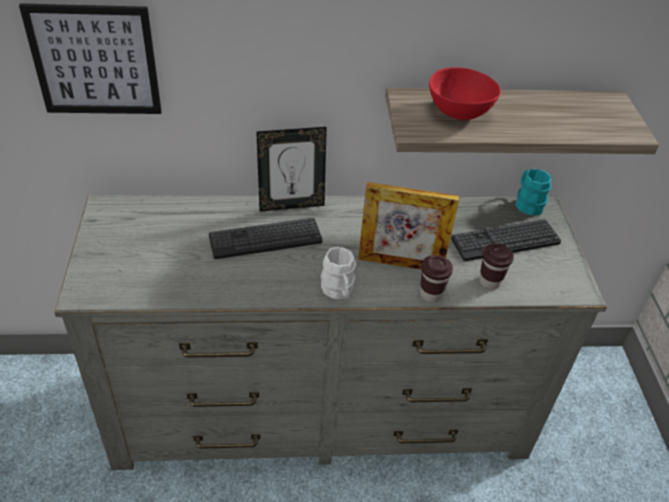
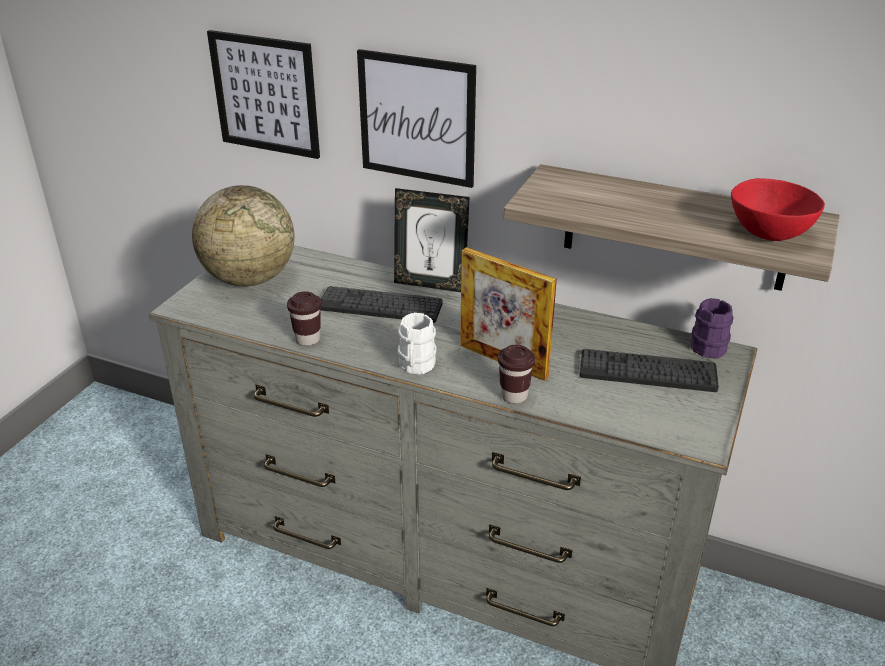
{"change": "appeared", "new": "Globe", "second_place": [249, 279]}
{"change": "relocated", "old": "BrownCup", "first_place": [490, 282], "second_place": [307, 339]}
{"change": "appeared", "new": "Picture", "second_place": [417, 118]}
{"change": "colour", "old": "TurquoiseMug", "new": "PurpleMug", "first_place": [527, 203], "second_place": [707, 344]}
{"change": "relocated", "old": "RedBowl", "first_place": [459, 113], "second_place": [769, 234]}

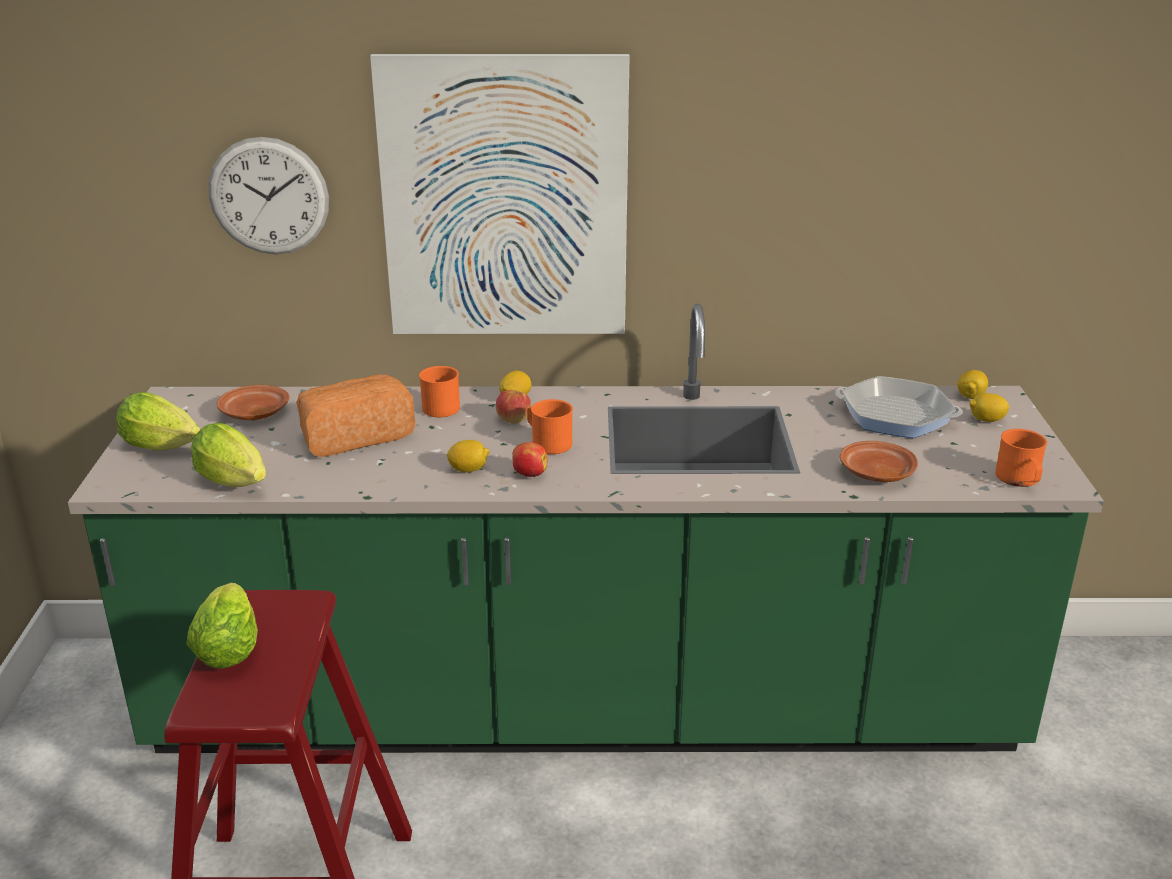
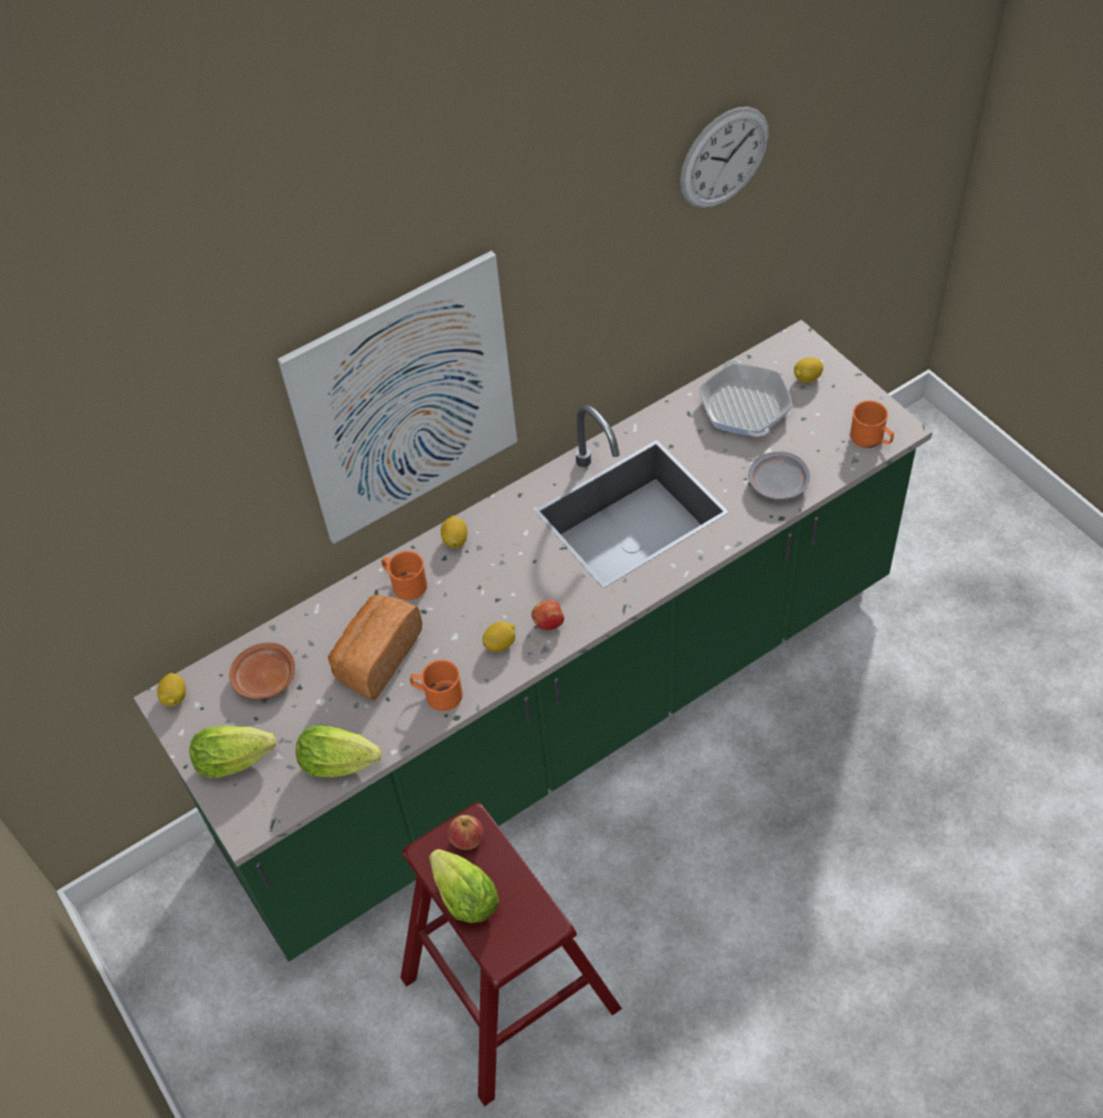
{"change": "relocated", "old": "Lemon", "first_place": [970, 396], "second_place": [175, 697]}
{"change": "relocated", "old": "OrangeMug", "first_place": [547, 442], "second_place": [438, 694]}
{"change": "relocated", "old": "Apple", "first_place": [513, 419], "second_place": [467, 839]}
{"change": "relocated", "old": "WallClock", "first_place": [269, 196], "second_place": [724, 158]}
{"change": "spun", "old": "FryingPan", "first_place": [895, 416], "second_place": [744, 406], "degrees": -90}
{"change": "colour", "old": "BrownPlate", "new": "GreyPlate", "first_place": [876, 473], "second_place": [778, 484]}

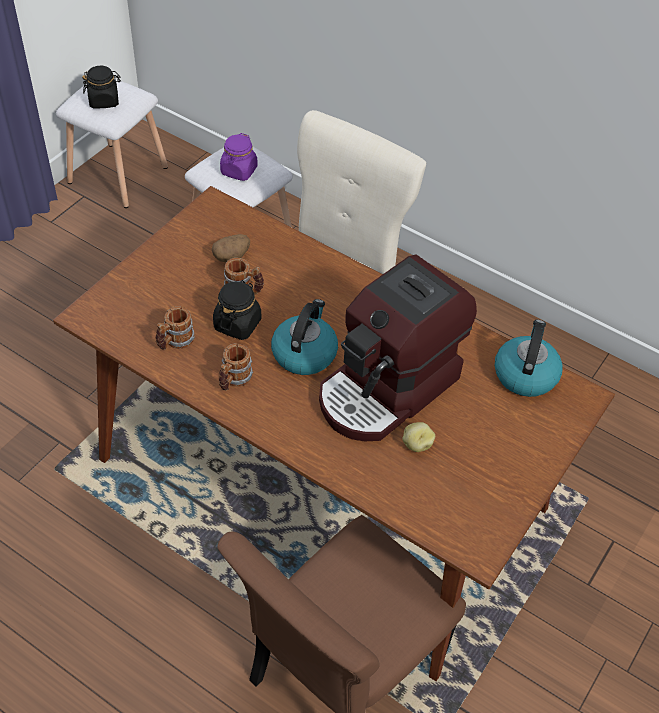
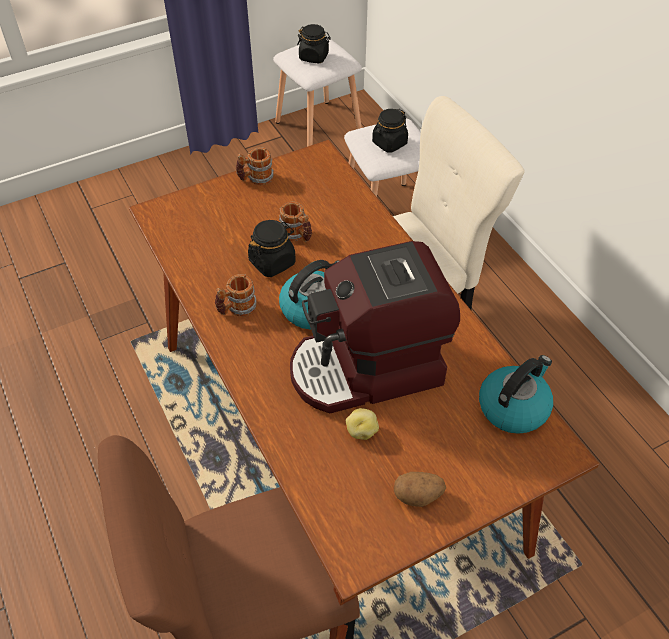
{"change": "relocated", "old": "Mug", "first_place": [175, 342], "second_place": [255, 179]}
{"change": "colour", "old": "PurpleJar", "new": "BlackJar", "first_place": [239, 171], "second_place": [389, 143]}
{"change": "relocated", "old": "Potato", "first_place": [231, 256], "second_place": [418, 495]}

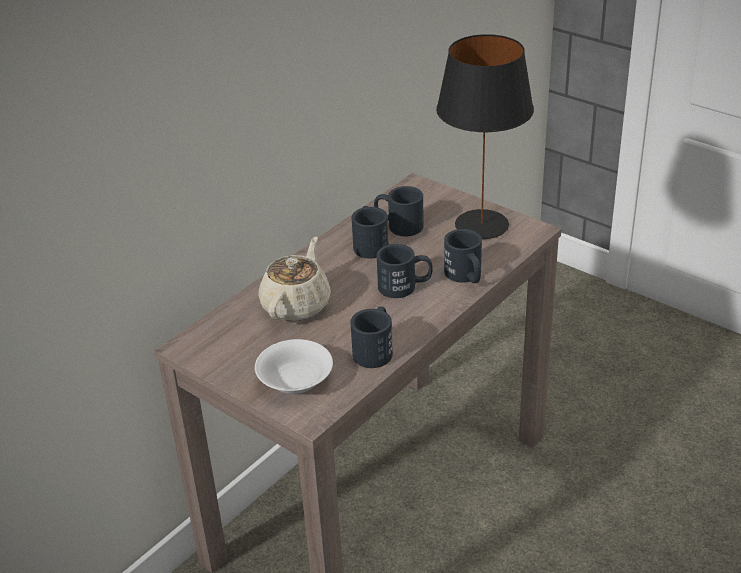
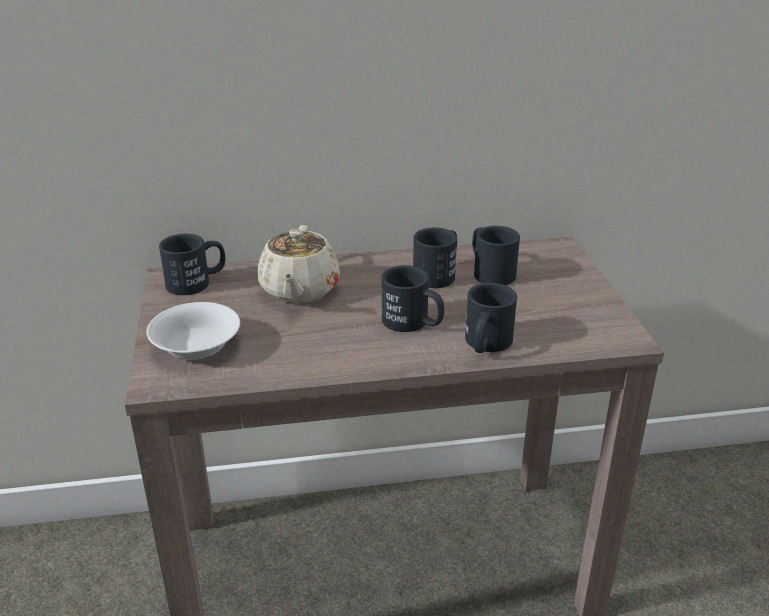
{"change": "relocated", "old": "BlackMug", "first_place": [375, 349], "second_place": [197, 282]}
{"change": "spun", "old": "BeigeTeapot", "first_place": [297, 305], "second_place": [299, 290], "degrees": 120}
{"change": "missing", "old": "BlackTableLamp", "first_place": [481, 224]}

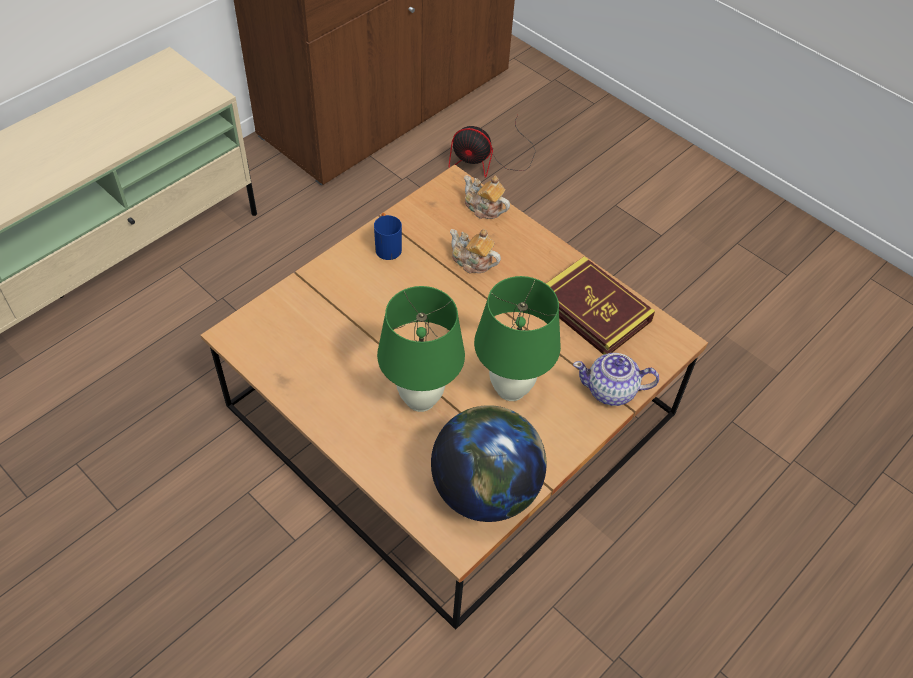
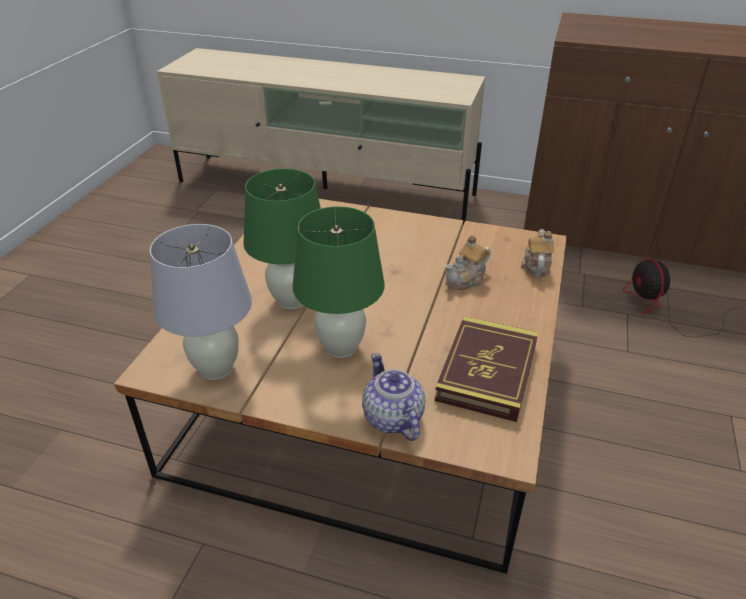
{"change": "exchanged", "old": "Globe", "new": "WhiteTableLamp", "first_place": [485, 490], "second_place": [216, 368]}
{"change": "spun", "old": "Teapot", "first_place": [472, 262], "second_place": [467, 279], "degrees": -135}
{"change": "missing", "old": "BlueMug", "first_place": [387, 246]}

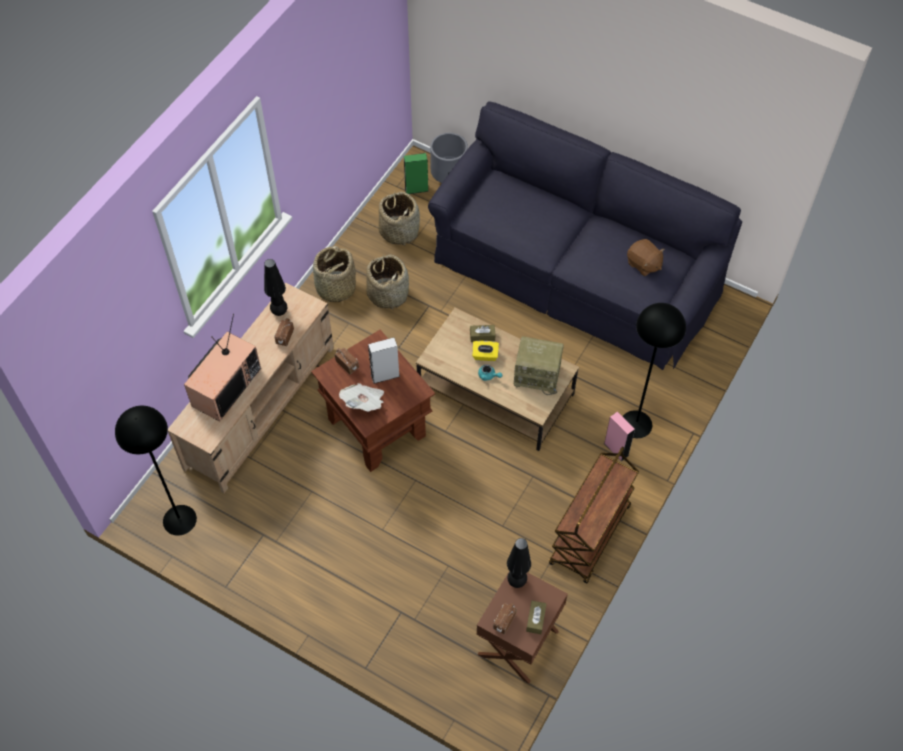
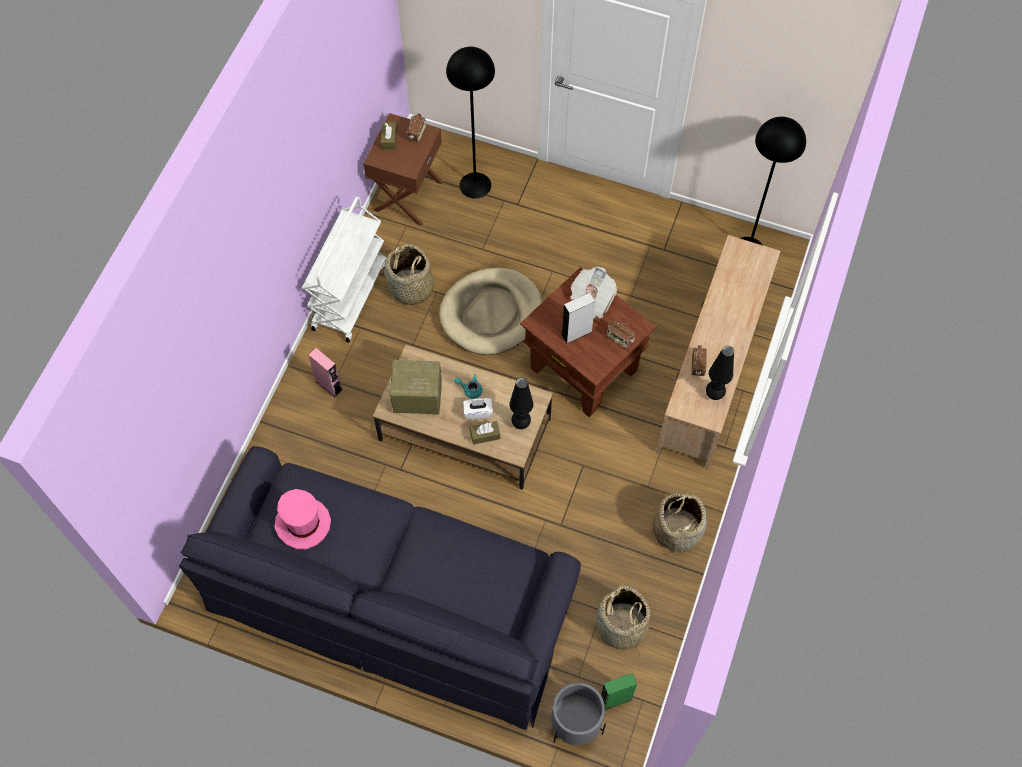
{"change": "exchanged", "old": "BrownPlushToy", "new": "PinkHat", "first_place": [643, 264], "second_place": [303, 524]}
{"change": "colour", "old": "BrownCart", "new": "WhiteCart", "first_place": [590, 536], "second_place": [350, 295]}
{"change": "relocated", "old": "Basket", "first_place": [388, 294], "second_place": [411, 288]}
{"change": "appeared", "new": "BeigeDogBed", "second_place": [491, 313]}
{"change": "relocated", "old": "BlackFloorLamp", "first_place": [636, 423], "second_place": [475, 185]}
{"change": "colour", "old": "YellowTissueBox", "new": "WhiteTissueBox", "first_place": [485, 355], "second_place": [478, 412]}
{"change": "relocated", "old": "BlackTableLamp", "first_place": [517, 582], "second_place": [521, 423]}
{"change": "missing", "old": "Television", "first_place": [226, 386]}

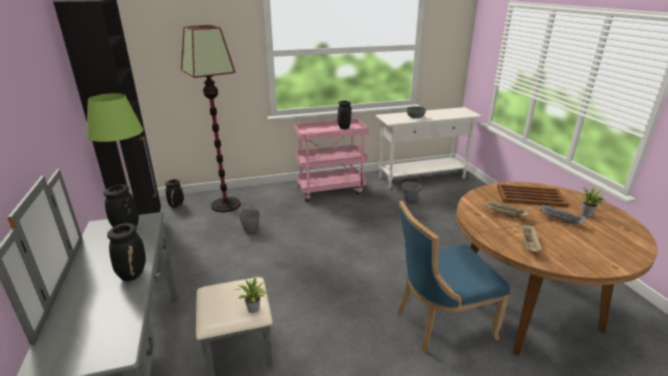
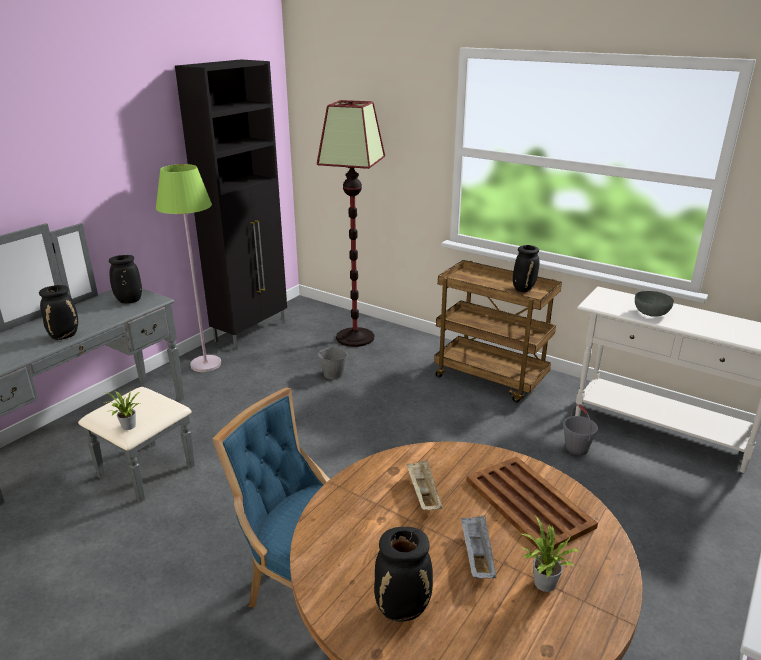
{"change": "relocated", "old": "BlackVase", "first_place": [177, 205], "second_place": [403, 609]}
{"change": "colour", "old": "PinkCart", "new": "BrownCart", "first_place": [331, 190], "second_place": [491, 378]}
{"change": "missing", "old": "BeigeTray", "first_place": [529, 245]}

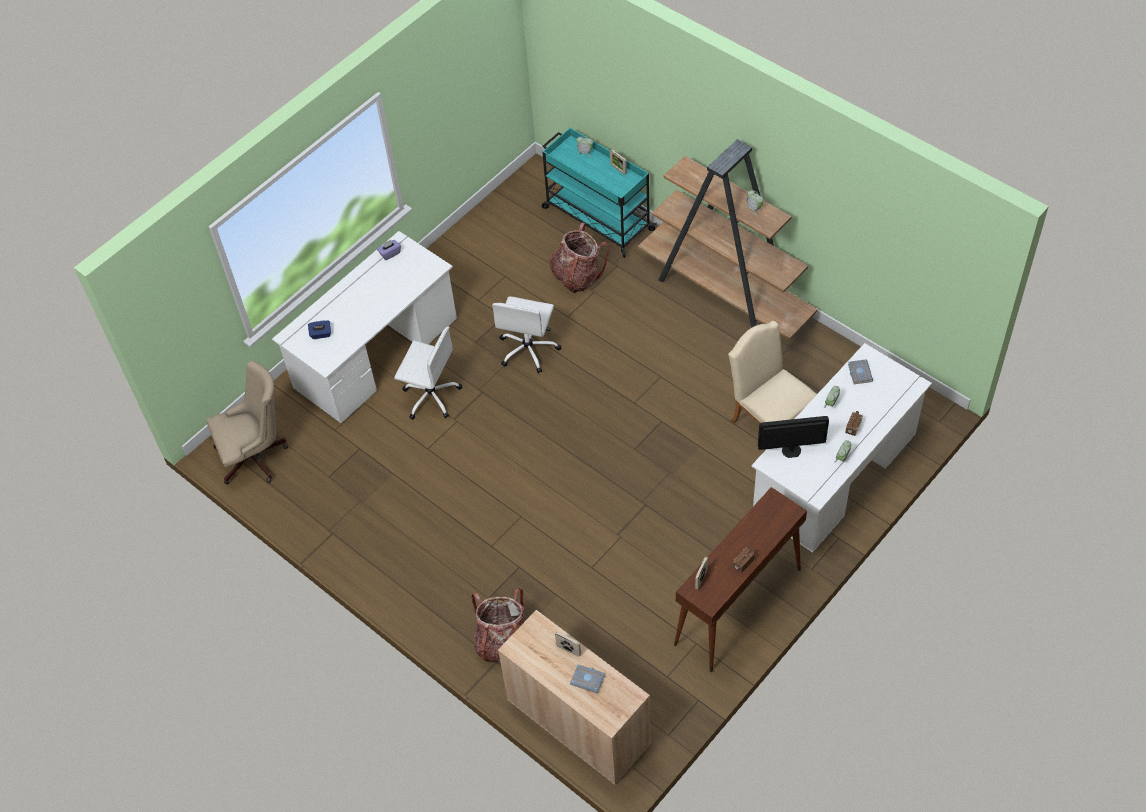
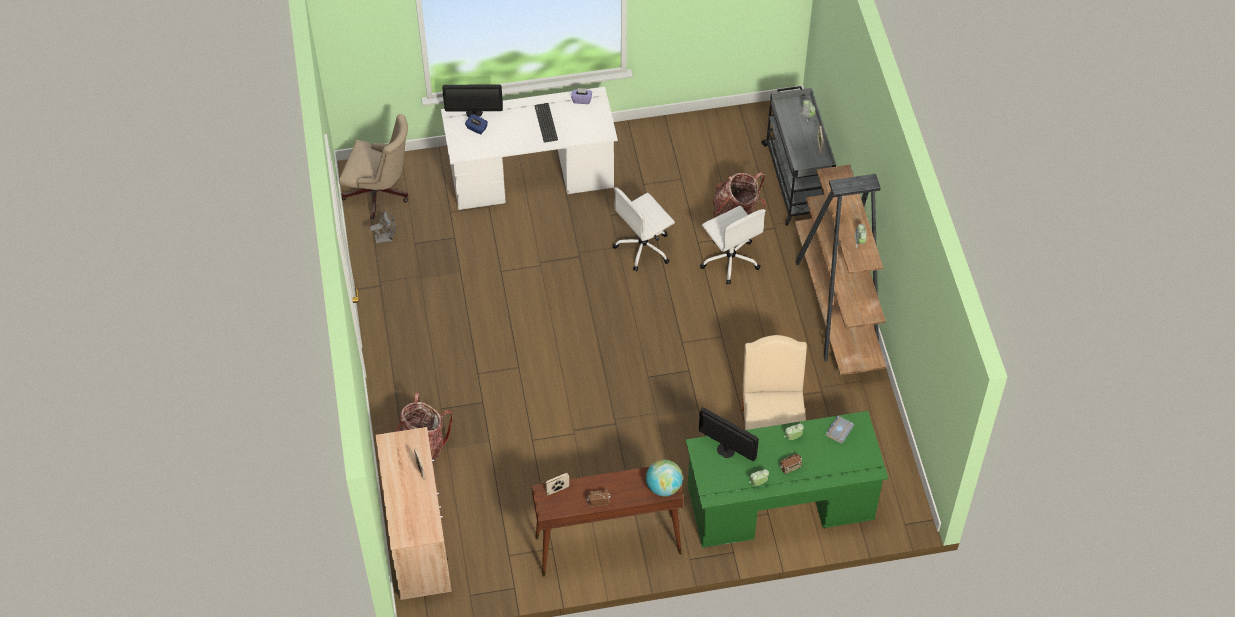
{"change": "appeared", "new": "GreyFan", "second_place": [386, 238]}
{"change": "appeared", "new": "Monitor", "second_place": [474, 112]}
{"change": "appeared", "new": "Keyboard", "second_place": [546, 123]}
{"change": "appeared", "new": "Globe", "second_place": [663, 487]}
{"change": "colour", "old": "WhiteDesk", "new": "GreenDesk", "first_place": [835, 474], "second_place": [780, 504]}
{"change": "relocated", "old": "WhiteOfficeChair", "first_place": [430, 396], "second_place": [730, 260]}
{"change": "colour", "old": "TurquoiseCart", "new": "GreyCart", "first_place": [597, 218], "second_place": [796, 180]}
{"change": "missing", "old": "GreyBook", "first_place": [588, 679]}

